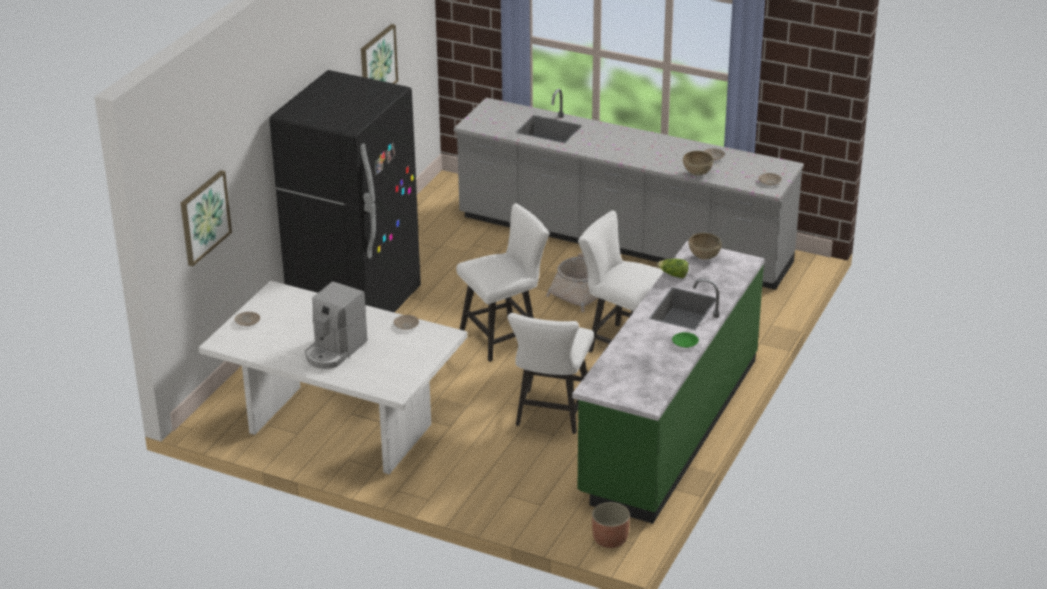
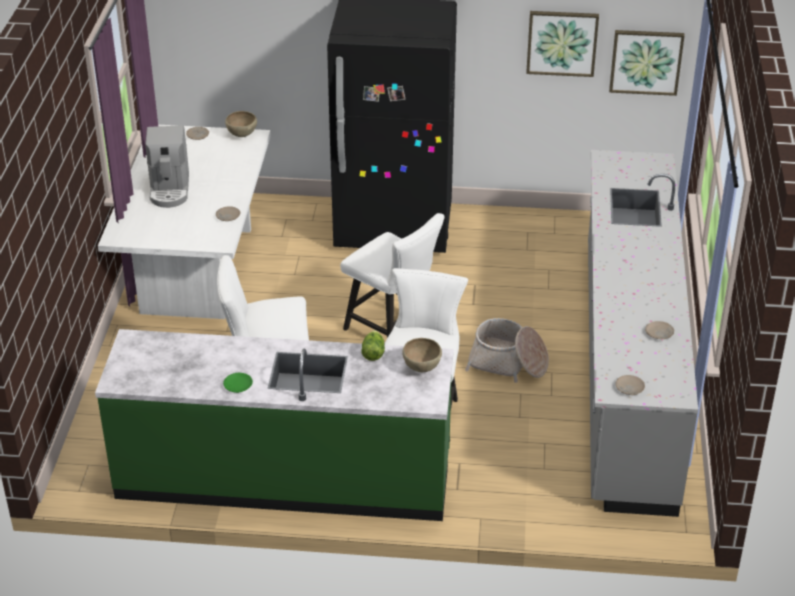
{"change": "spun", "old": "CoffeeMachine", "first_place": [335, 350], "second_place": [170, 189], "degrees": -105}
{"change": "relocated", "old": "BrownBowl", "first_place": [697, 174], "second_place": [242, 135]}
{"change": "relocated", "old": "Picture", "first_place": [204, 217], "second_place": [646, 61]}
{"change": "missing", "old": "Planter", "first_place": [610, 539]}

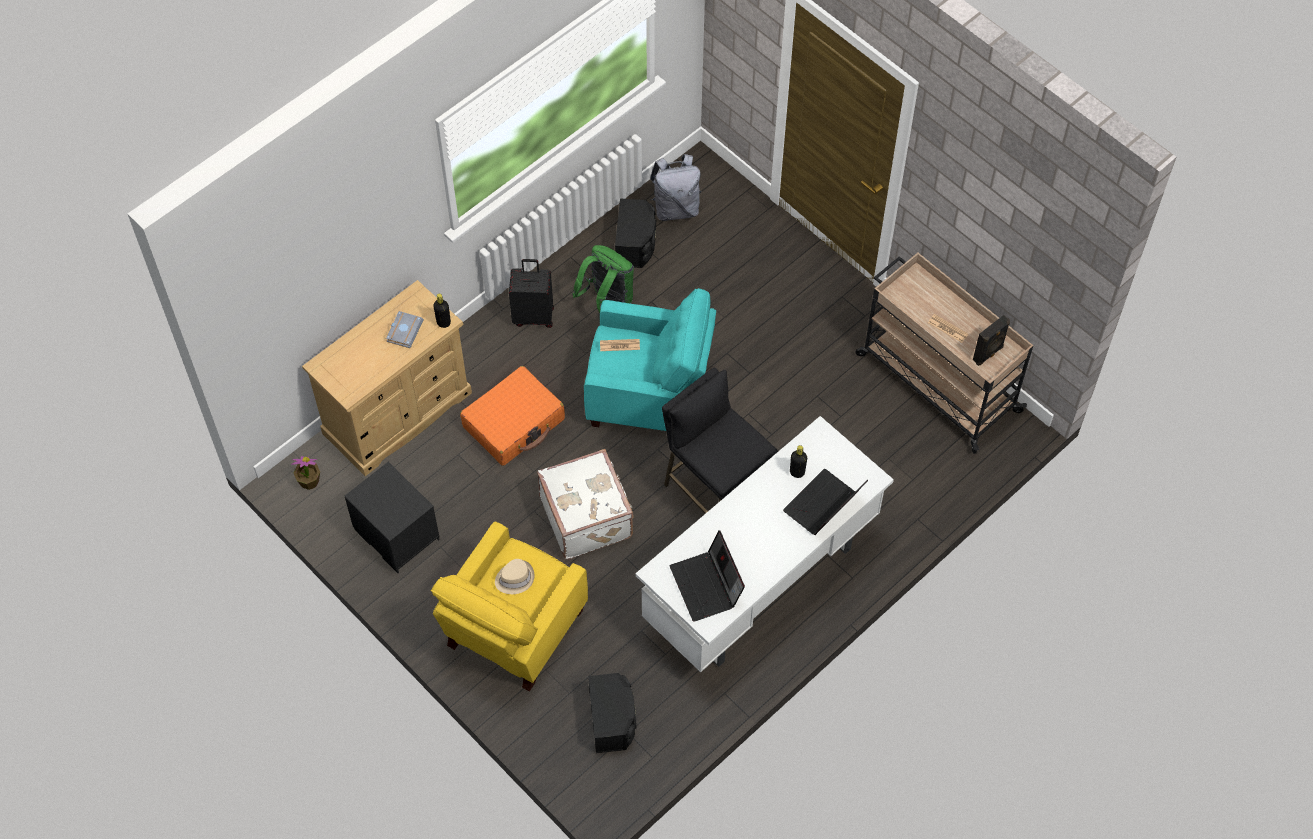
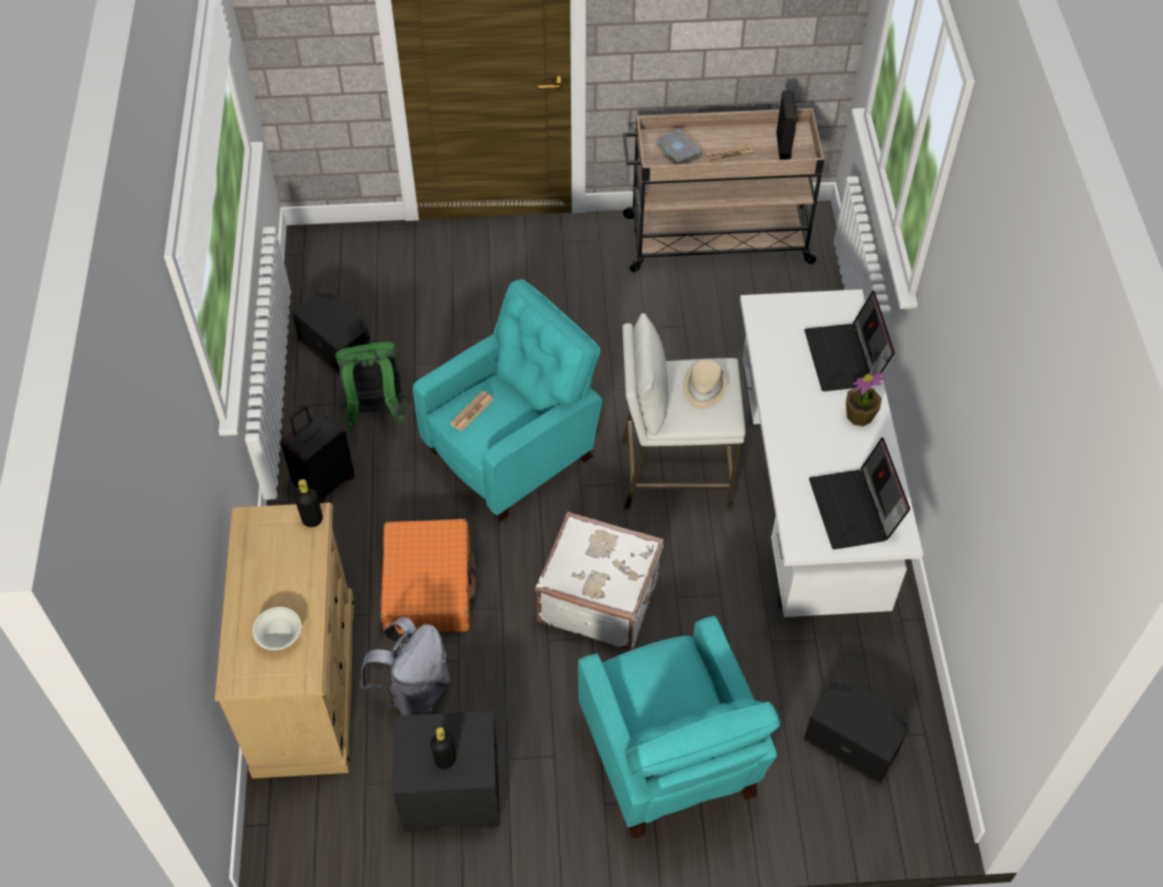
{"change": "appeared", "new": "WhiteBowl", "second_place": [280, 637]}
{"change": "relocated", "old": "GreyBackpack", "first_place": [676, 208], "second_place": [414, 692]}
{"change": "relocated", "old": "BlackBottle", "first_place": [797, 472], "second_place": [445, 760]}
{"change": "colour", "old": "YellowArmchair", "new": "TurquoiseArmchair", "first_place": [513, 630], "second_place": [670, 760]}
{"change": "colour", "old": "BlackStool", "new": "WhiteStool", "first_place": [716, 493], "second_place": [674, 473]}
{"change": "relocated", "old": "GreyBook", "first_place": [404, 330], "second_place": [676, 151]}
{"change": "relocated", "old": "BeigeHat", "first_place": [514, 578], "second_place": [703, 388]}
{"change": "spun", "old": "Laptop", "first_place": [707, 586], "second_place": [855, 510], "degrees": 60}
{"change": "relocated", "old": "PottedPlant", "first_place": [309, 481], "second_place": [859, 416]}

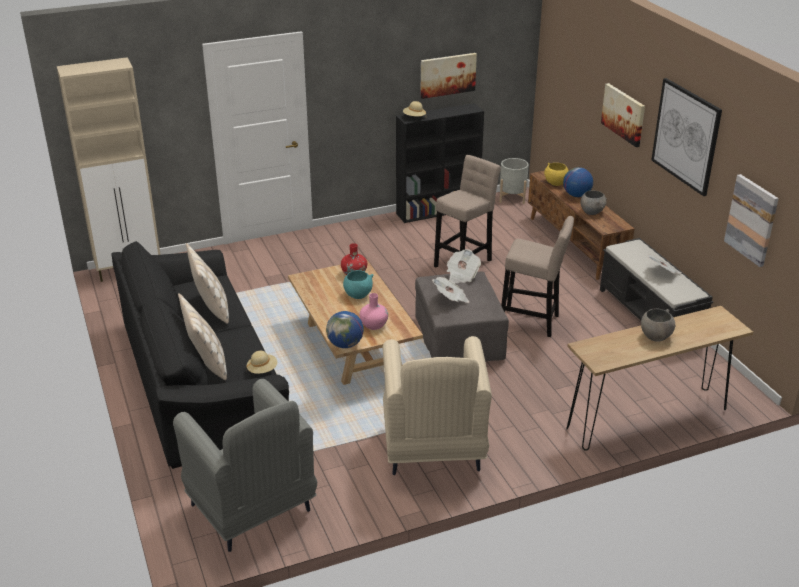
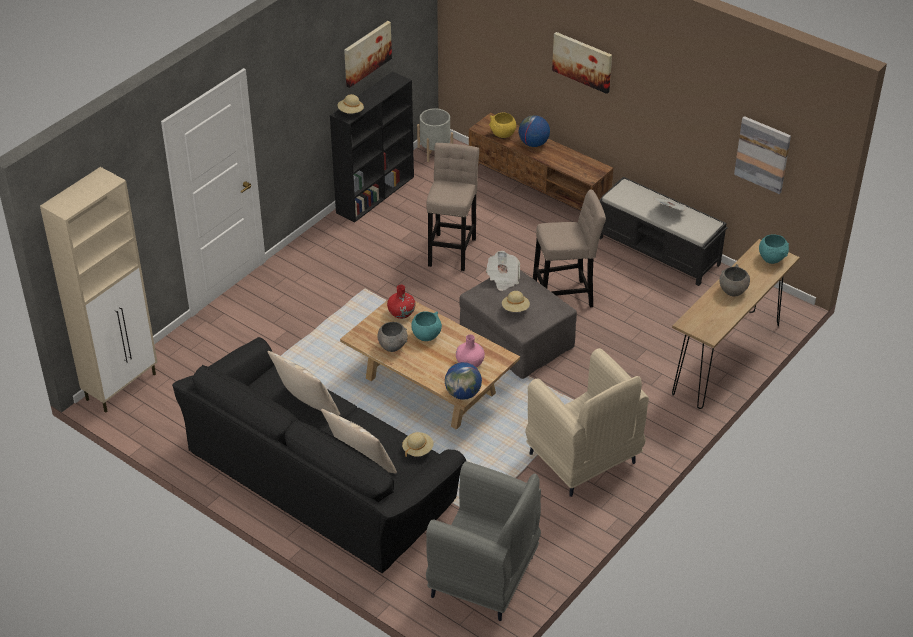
{"change": "relocated", "old": "GreyBowl", "first_place": [592, 212], "second_place": [392, 346]}
{"change": "exchanged", "old": "Newspaper", "new": "BeigeHat", "first_place": [451, 299], "second_place": [515, 308]}
{"change": "appeared", "new": "TurquoiseBowl", "second_place": [772, 258]}
{"change": "missing", "old": "Picture", "first_place": [686, 136]}

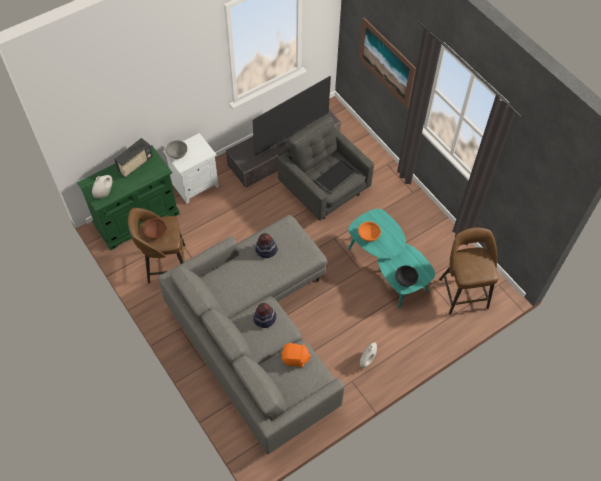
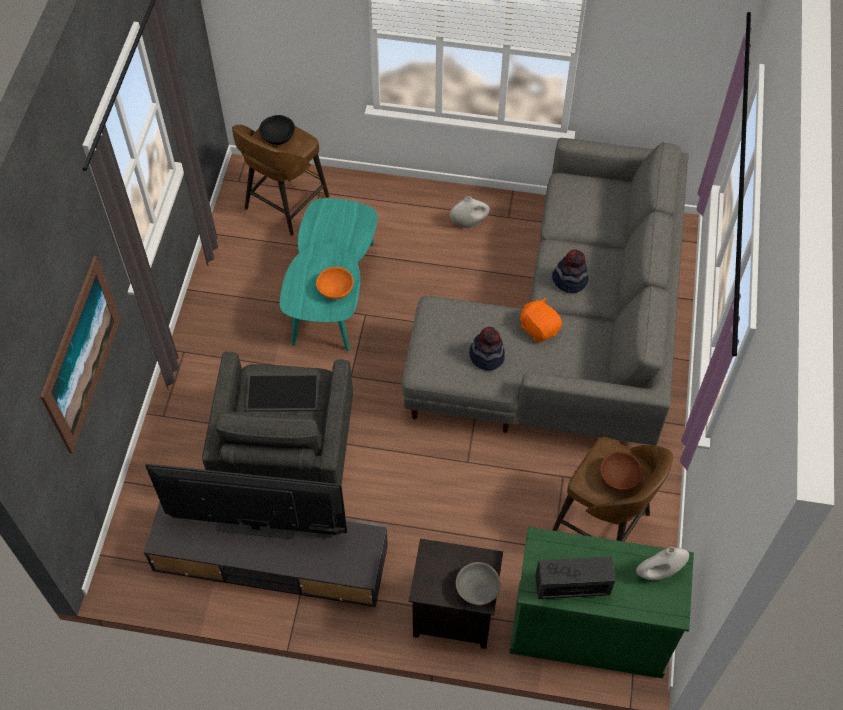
{"change": "relocated", "old": "BlackBowl", "first_place": [406, 280], "second_place": [277, 137]}
{"change": "colour", "old": "WhiteNightstand", "new": "BlackNightstand", "first_place": [195, 184], "second_place": [452, 616]}
{"change": "relocated", "old": "OrangePlushToy", "first_place": [295, 358], "second_place": [539, 328]}

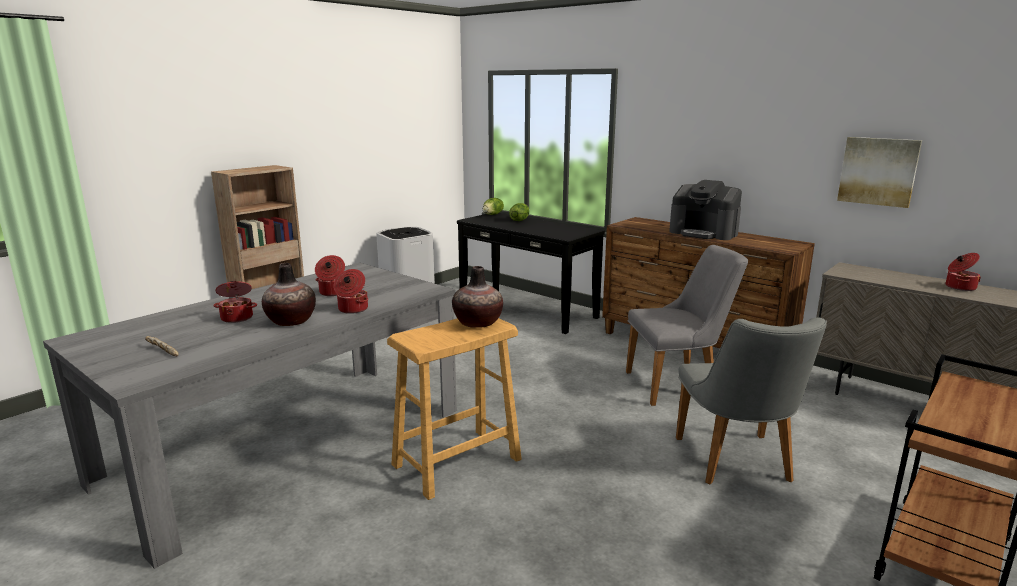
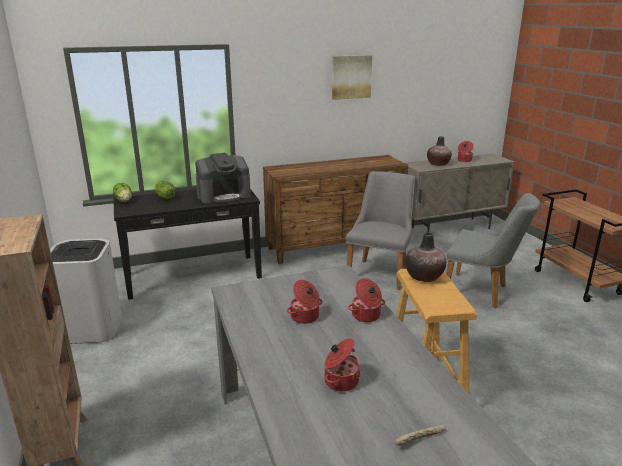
{"change": "relocated", "old": "CoffeeMachine", "first_place": [704, 233], "second_place": [224, 195]}
{"change": "relocated", "old": "Picture", "first_place": [878, 171], "second_place": [351, 77]}
{"change": "relocated", "old": "Vase", "first_place": [291, 321], "second_place": [438, 164]}

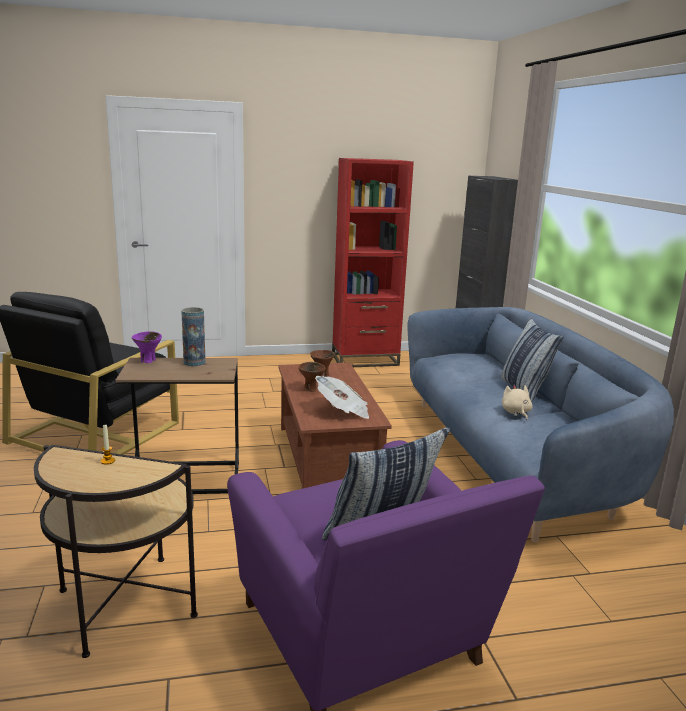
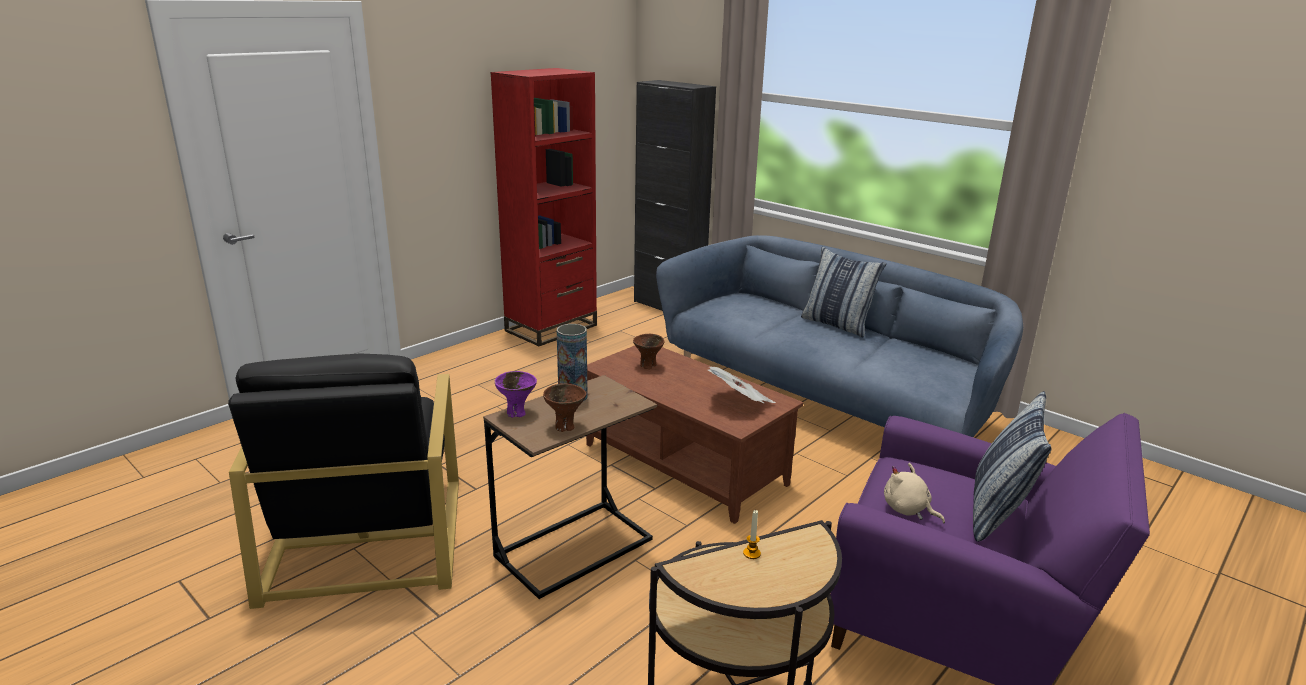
{"change": "relocated", "old": "BrownBowl", "first_place": [311, 389], "second_place": [565, 426]}
{"change": "relocated", "old": "BeigePlushToy", "first_place": [516, 412], "second_place": [908, 510]}

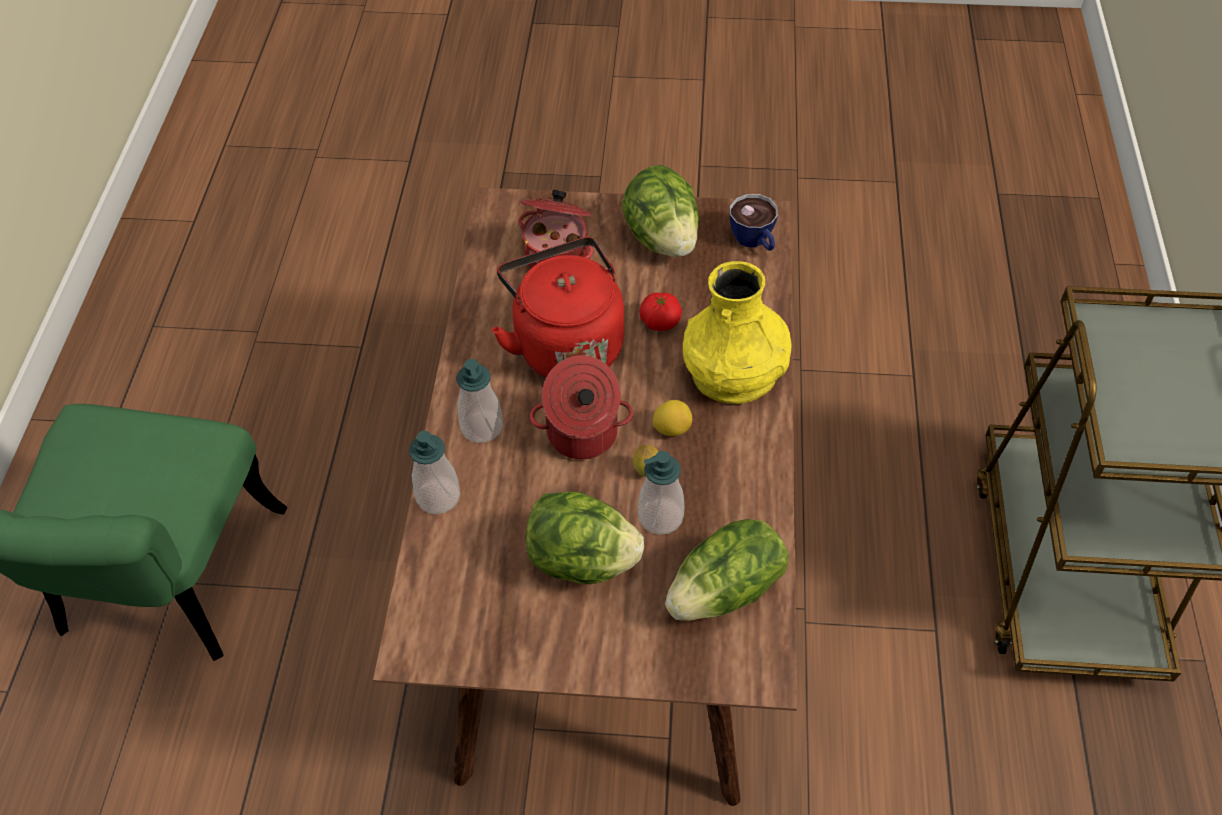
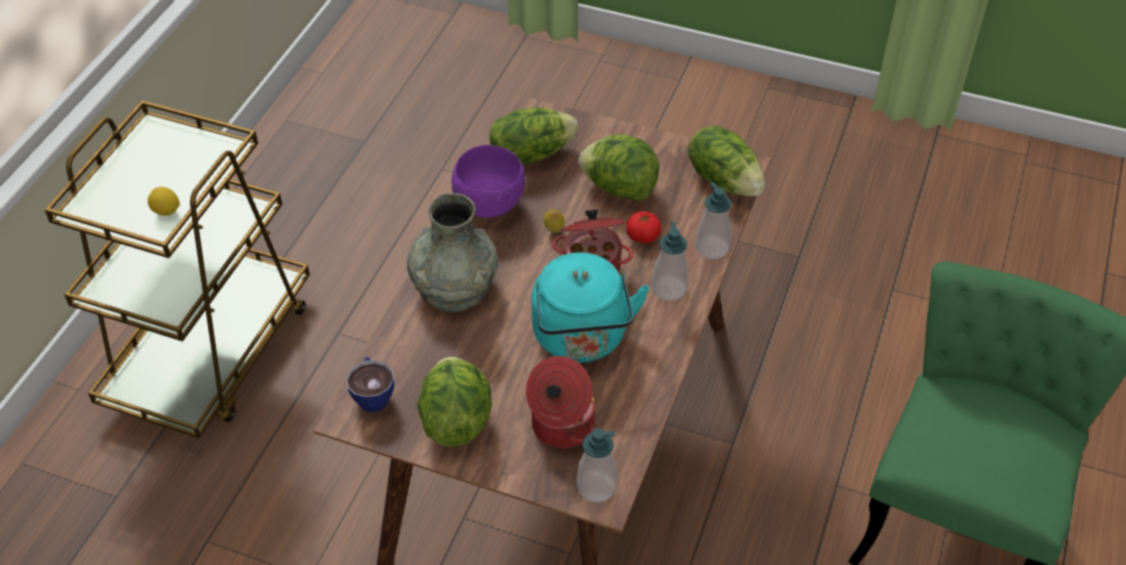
{"change": "relocated", "old": "Lemon", "first_place": [672, 428], "second_place": [166, 211]}
{"change": "colour", "old": "YellowVase", "new": "GreyVase", "first_place": [734, 372], "second_place": [453, 284]}
{"change": "appeared", "new": "PurpleBowl", "second_place": [491, 204]}
{"change": "colour", "old": "RedKettle", "new": "TurquoiseKettle", "first_place": [565, 343], "second_place": [582, 339]}
{"change": "relocated", "old": "SoapDispenser", "first_place": [660, 516], "second_place": [596, 487]}
{"change": "relocated", "old": "Tomato", "first_place": [660, 321], "second_place": [643, 236]}
{"change": "appeared", "new": "Lettuce", "second_place": [724, 180]}

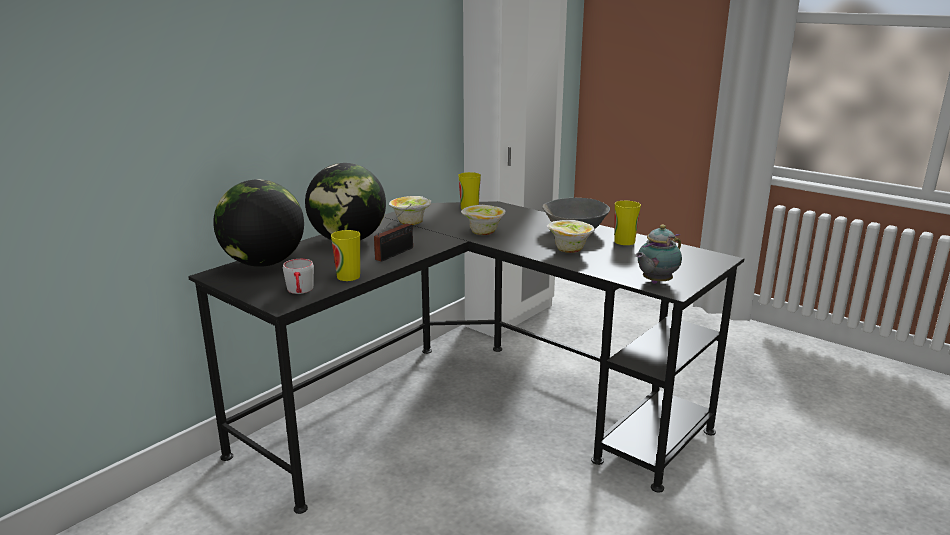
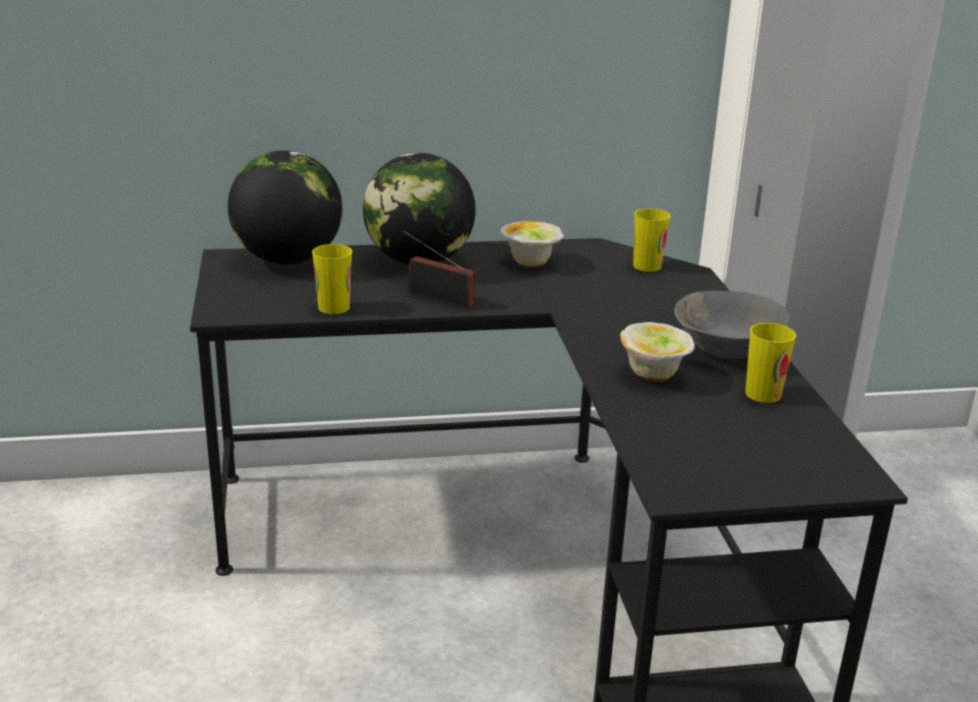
{"change": "spun", "old": "Radio", "first_place": [397, 253], "second_place": [438, 297], "degrees": -135}
{"change": "missing", "old": "GreyMug", "first_place": [300, 291]}
{"change": "missing", "old": "Bowl", "first_place": [483, 233]}
{"change": "missing", "old": "Teapot", "first_place": [655, 282]}

